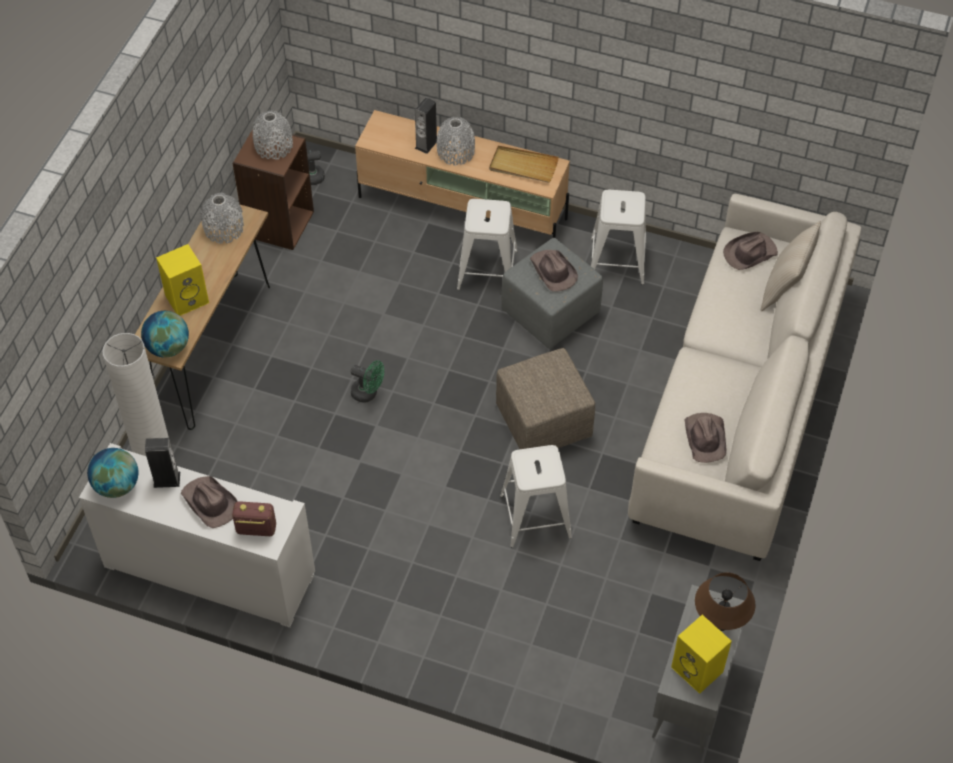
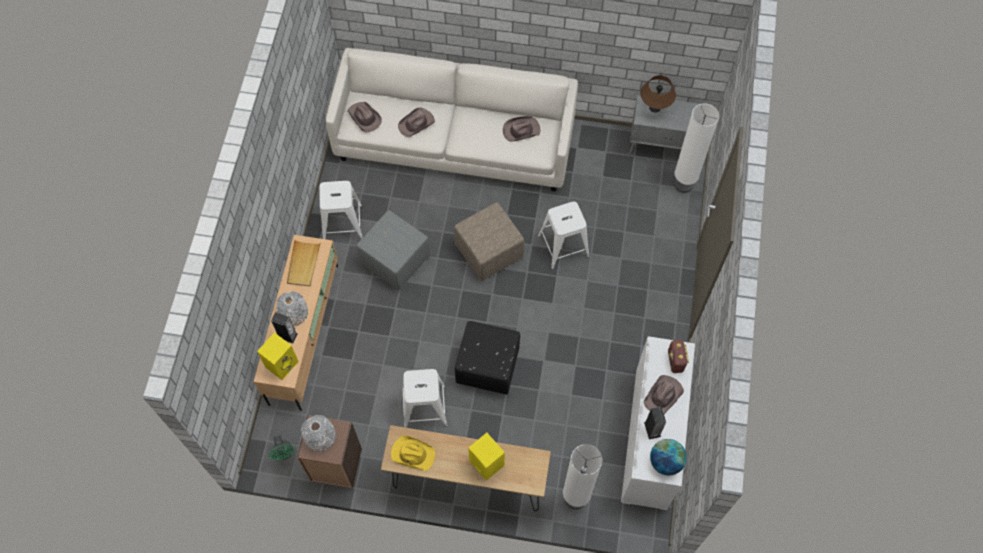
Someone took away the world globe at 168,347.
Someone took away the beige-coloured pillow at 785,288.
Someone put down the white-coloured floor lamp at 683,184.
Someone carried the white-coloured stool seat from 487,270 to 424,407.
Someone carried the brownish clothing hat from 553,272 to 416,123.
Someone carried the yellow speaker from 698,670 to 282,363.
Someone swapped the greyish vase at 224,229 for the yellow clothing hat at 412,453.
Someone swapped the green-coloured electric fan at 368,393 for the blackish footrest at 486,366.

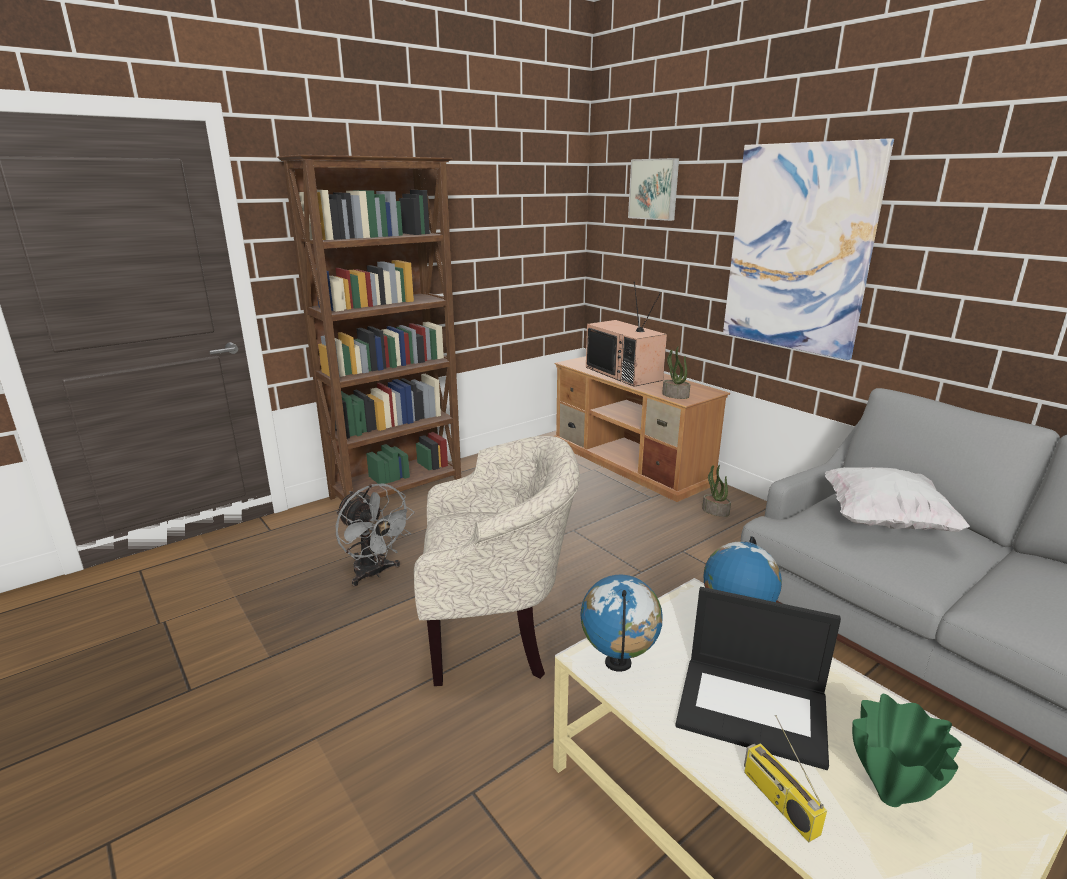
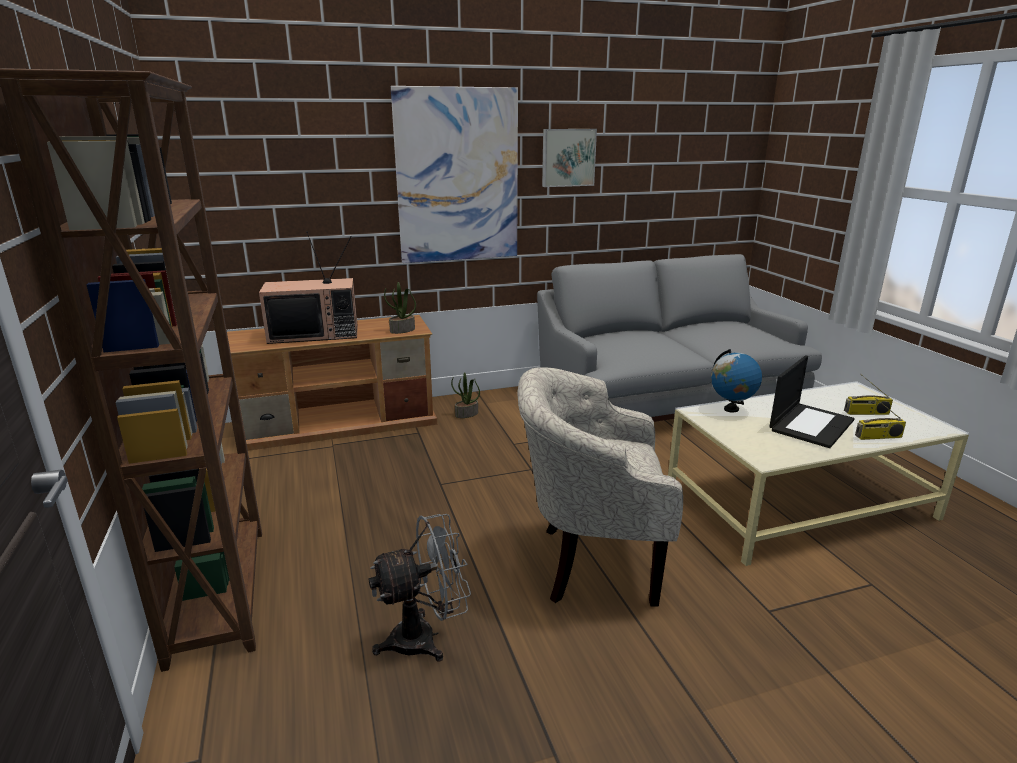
Someone took away the world globe at 618,663.
Someone took away the white-coloured pillow at 884,521.
Someone carried the wall art from 654,189 to 568,157.
Someone swapped the green-coloured vase at 888,795 for the radio at 866,413.
Someone rotated the beige-coloured lounge chair at 497,638 by 105 degrees counterclockwise.

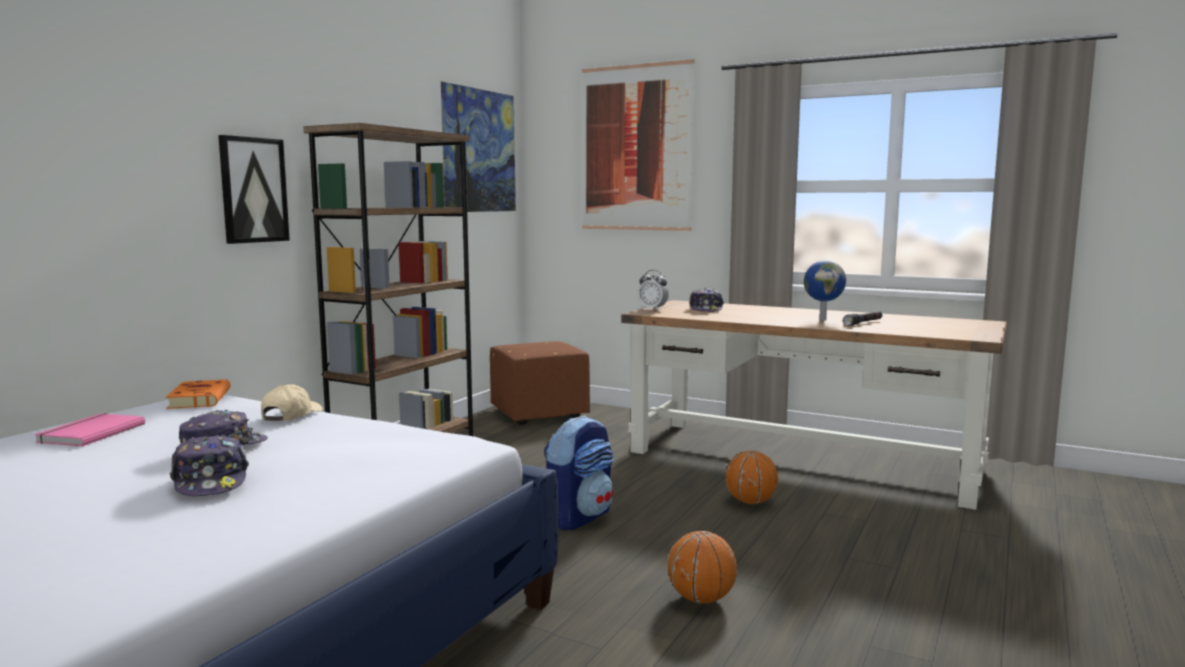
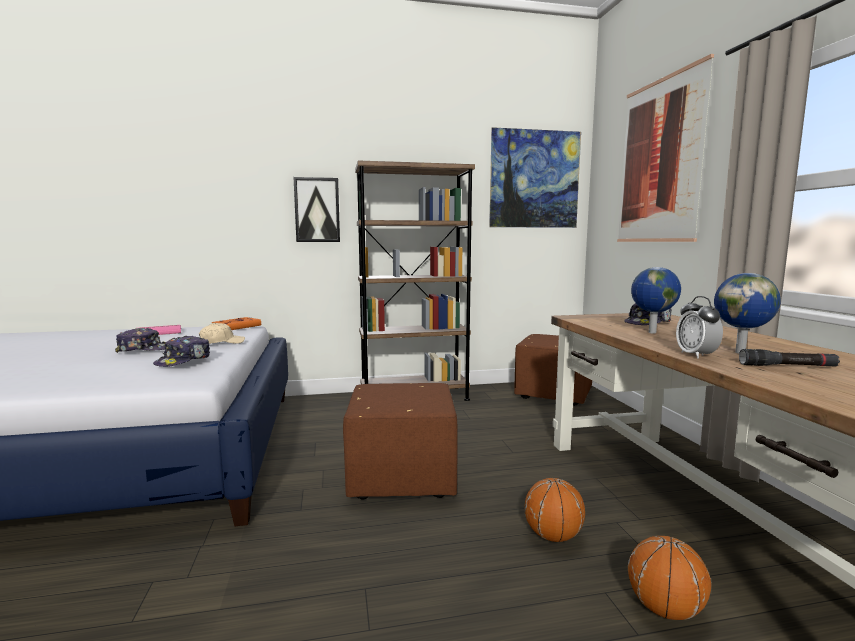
Someone put down the world globe at 651,332.
Someone carried the cap from 211,481 to 184,361.
Someone carried the bedside clock from 653,309 to 696,355.
Someone carried the basketball ball from 701,599 to 665,609.
Someone swapped the knapsack at 579,517 for the brownish footrest at 402,477.

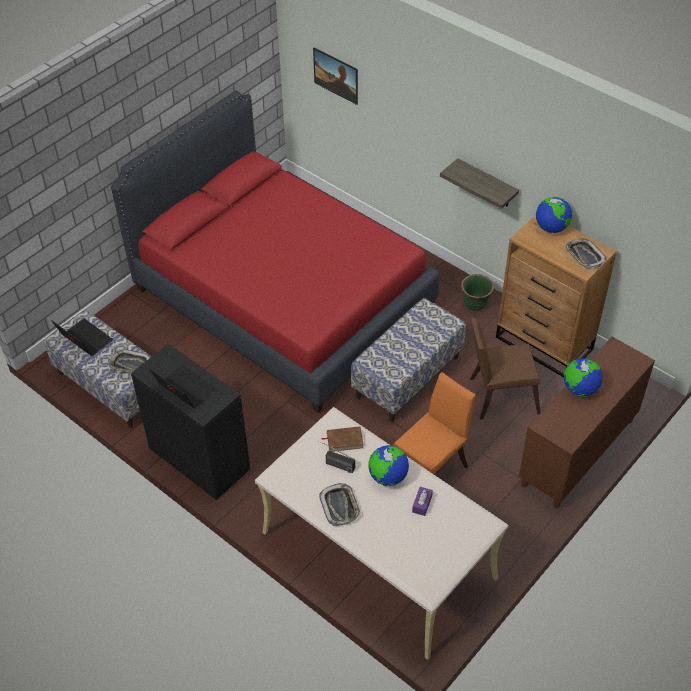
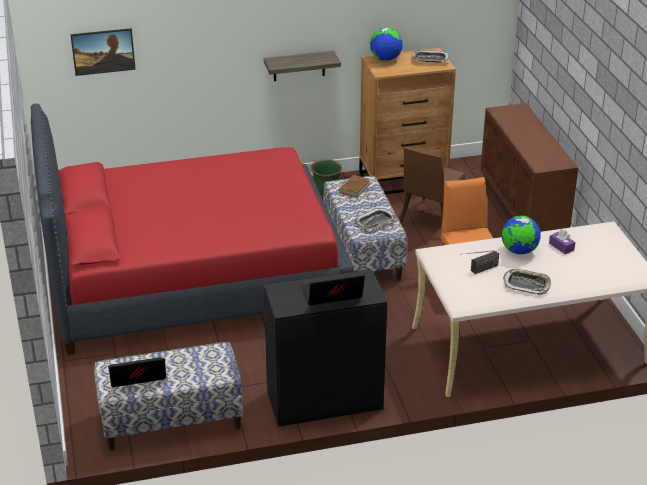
Someone took away the world globe at 580,389.
Someone carried the serving tray from 130,364 to 375,222.
Someone carried the brownish book from 344,440 to 354,188.

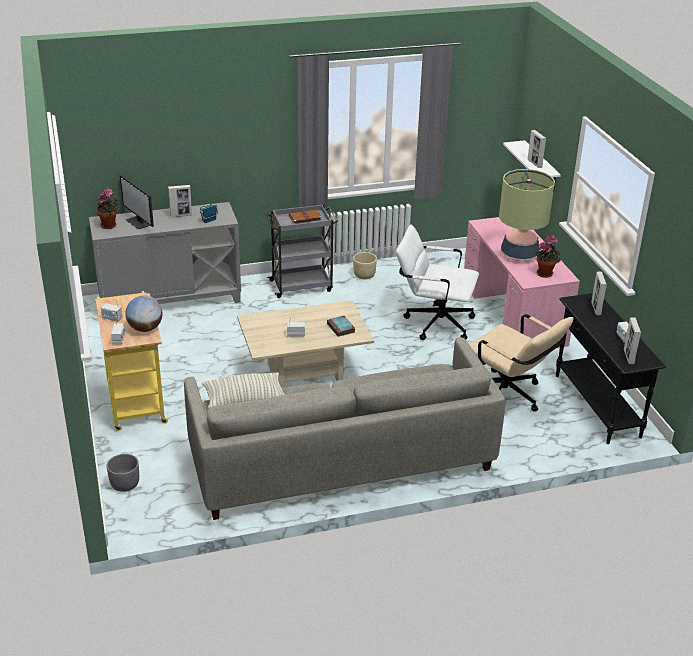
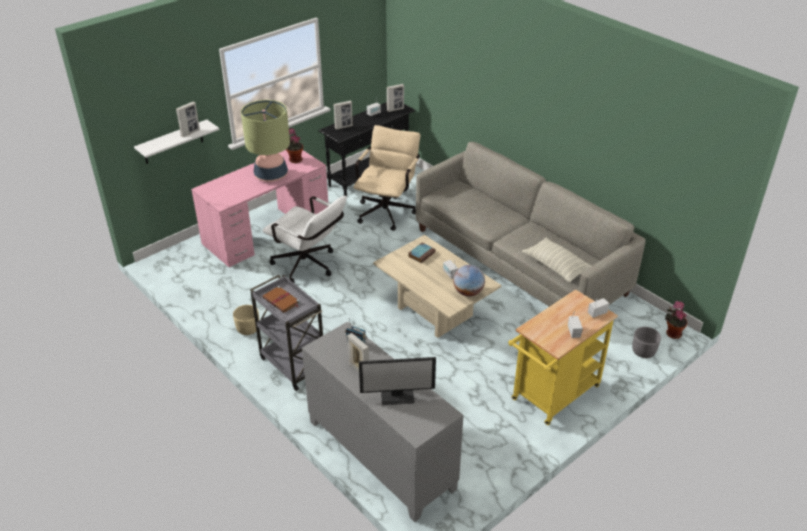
Someone carried the houseplant from 110,225 to 672,333.
Someone carried the world globe from 145,328 to 468,292.
Someone rotated the monitor at 139,222 by 60 degrees clockwise.
Someone rotated the white-coloured desk chair at 433,322 by 45 degrees counterclockwise.

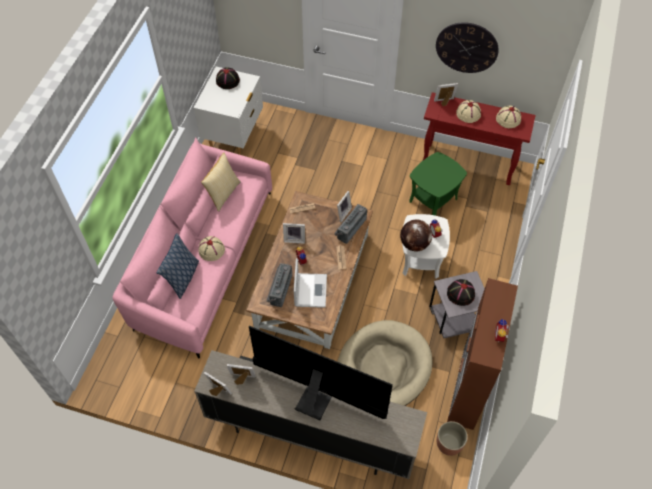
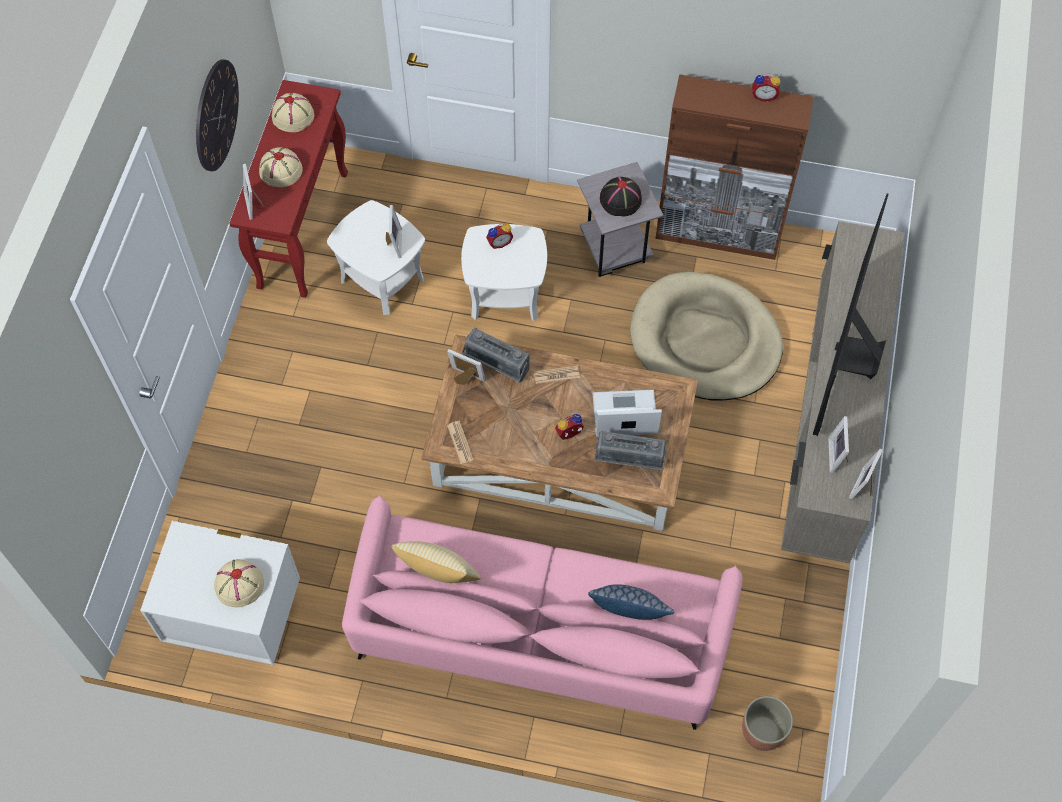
Someone took away the blackish clothing hat at 228,80.
Someone took away the world globe at 414,244.
Someone carried the beige-coloured clothing hat from 211,250 to 239,585.
Someone carried the picture frame from 294,239 to 393,243.
Someone carried the plant pot from 449,443 to 762,731.
Someone repainted the green-coloured accent table at 433,200, which became the white-coloured accent table at 382,280.

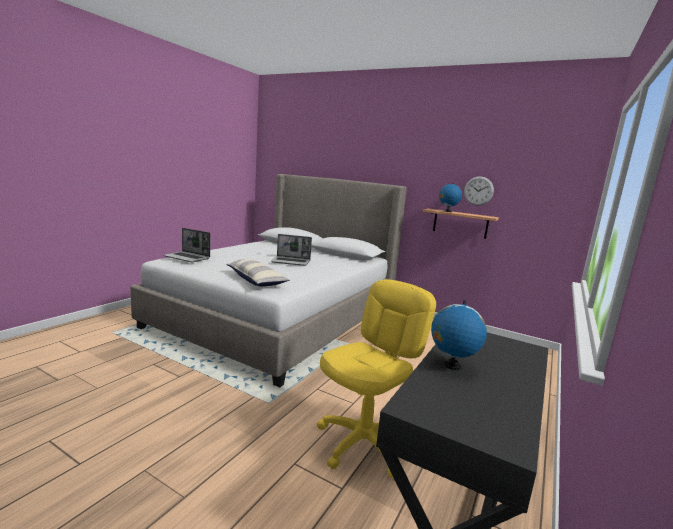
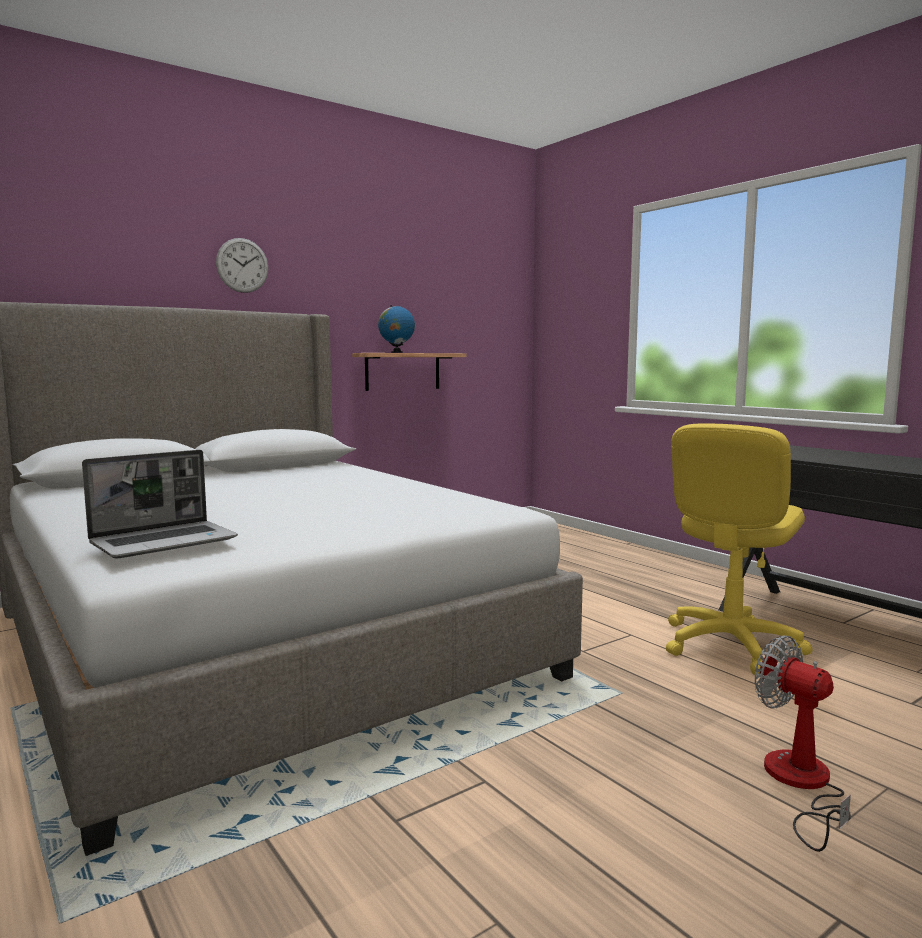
Someone took away the pillow at 256,280.
Someone took away the notebook computer at 291,262.
Someone took away the world globe at 452,366.
Someone put down the electric fan at 801,785.
Someone carried the wall clock from 478,191 to 242,265.
Someone rotated the yellow desk chair at 364,443 by 120 degrees counterclockwise.

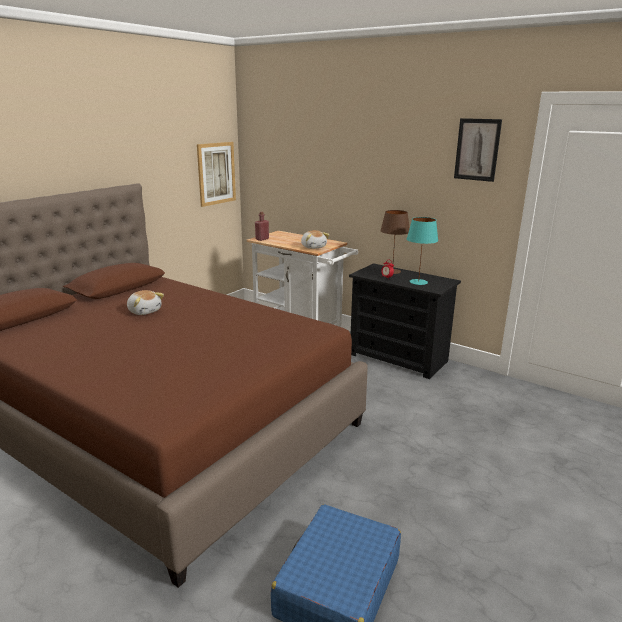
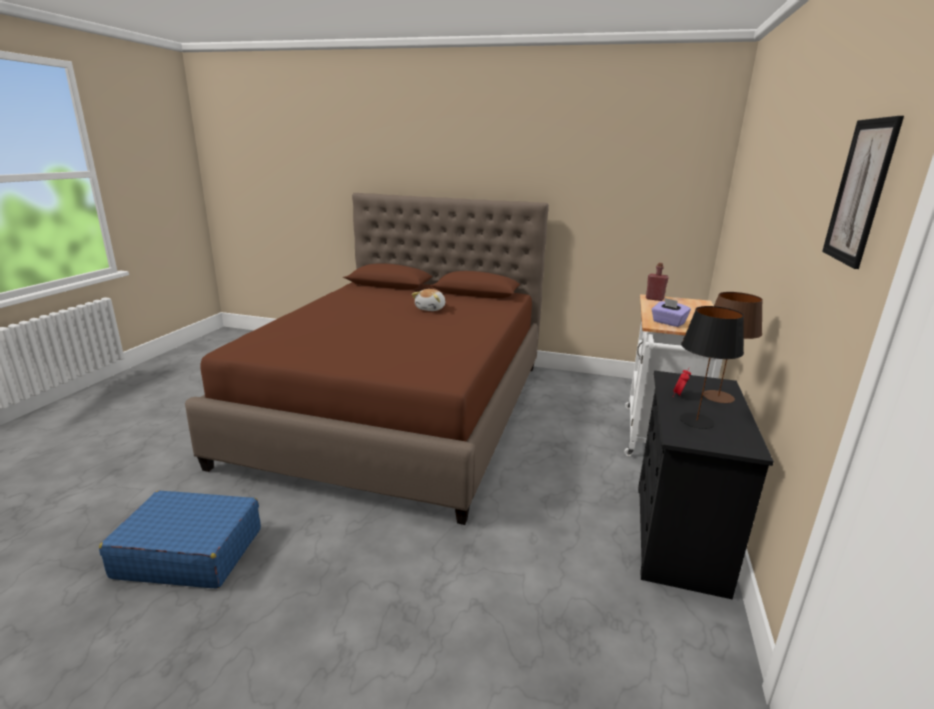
Someone took away the wall art at 216,173.
Someone swapped the soft toy at 313,247 for the purple box of tissues at 668,323.
Someone repainted the turquoise table lamp at 418,282, which became the blackish table lamp at 696,420.

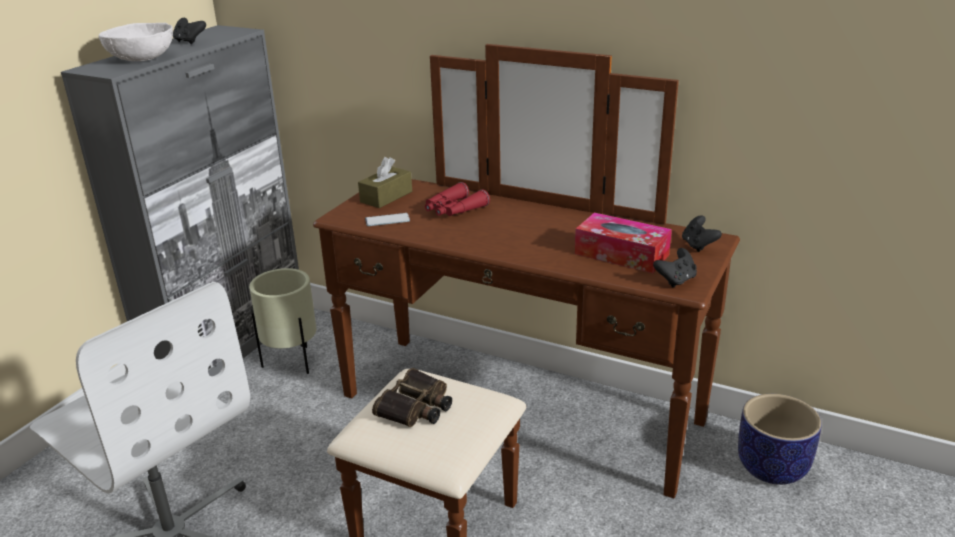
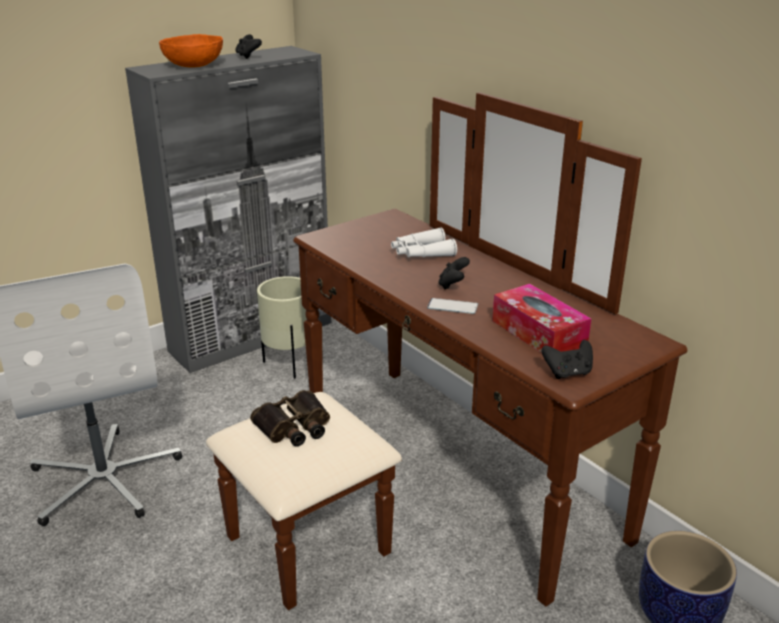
Someone took away the brownish box of tissues at 386,197.
Someone carried the telephone from 387,220 to 452,306.
Someone carried the blackish joypad from 698,246 to 452,285.
Someone repainted the white-coloured serving bowl at 142,58, which became the orange serving bowl at 194,65.
Someone repainted the red-coloured pair of binoculars at 453,210, which became the white-coloured pair of binoculars at 421,253.

